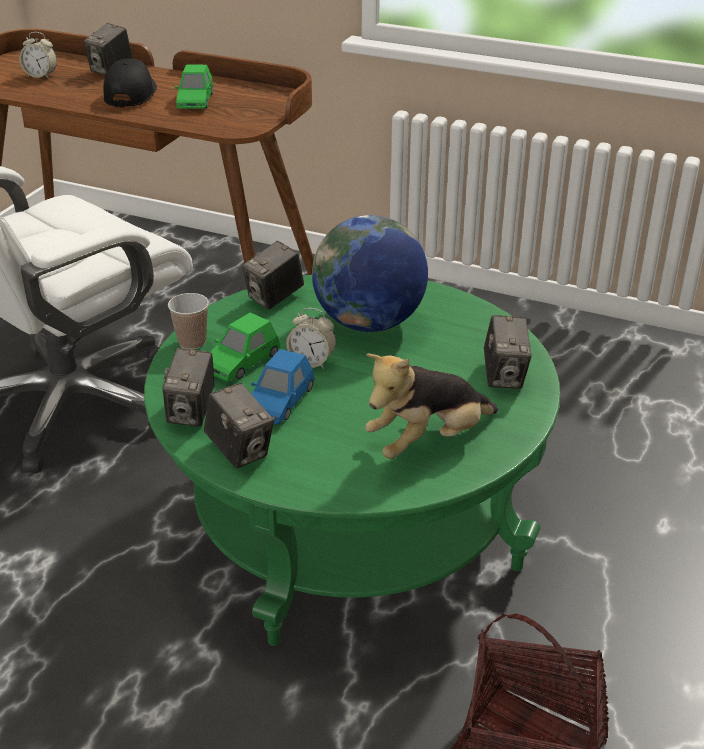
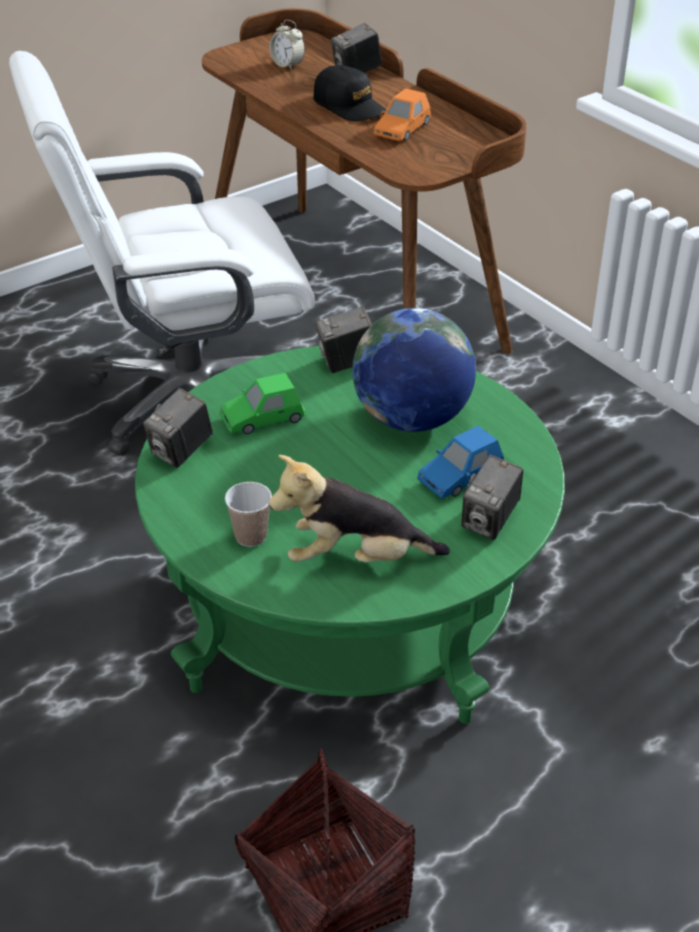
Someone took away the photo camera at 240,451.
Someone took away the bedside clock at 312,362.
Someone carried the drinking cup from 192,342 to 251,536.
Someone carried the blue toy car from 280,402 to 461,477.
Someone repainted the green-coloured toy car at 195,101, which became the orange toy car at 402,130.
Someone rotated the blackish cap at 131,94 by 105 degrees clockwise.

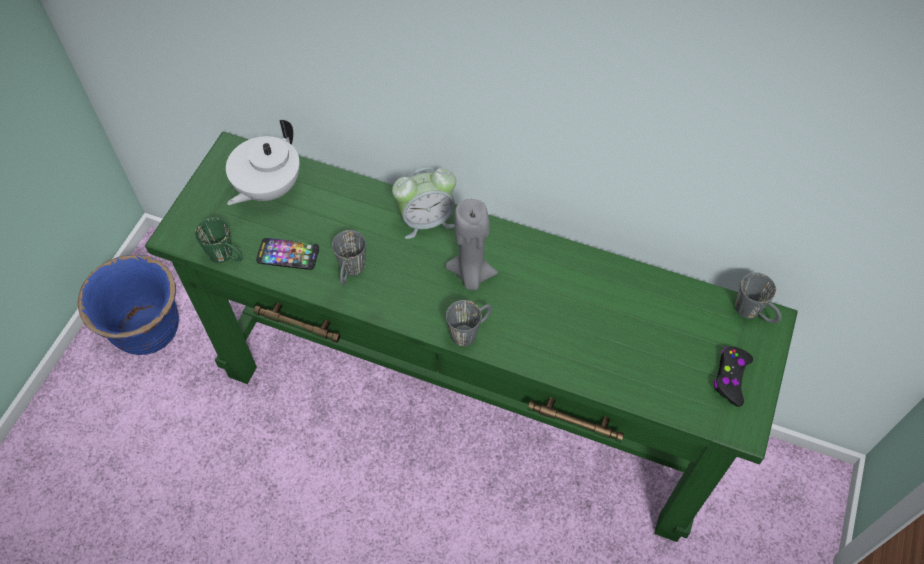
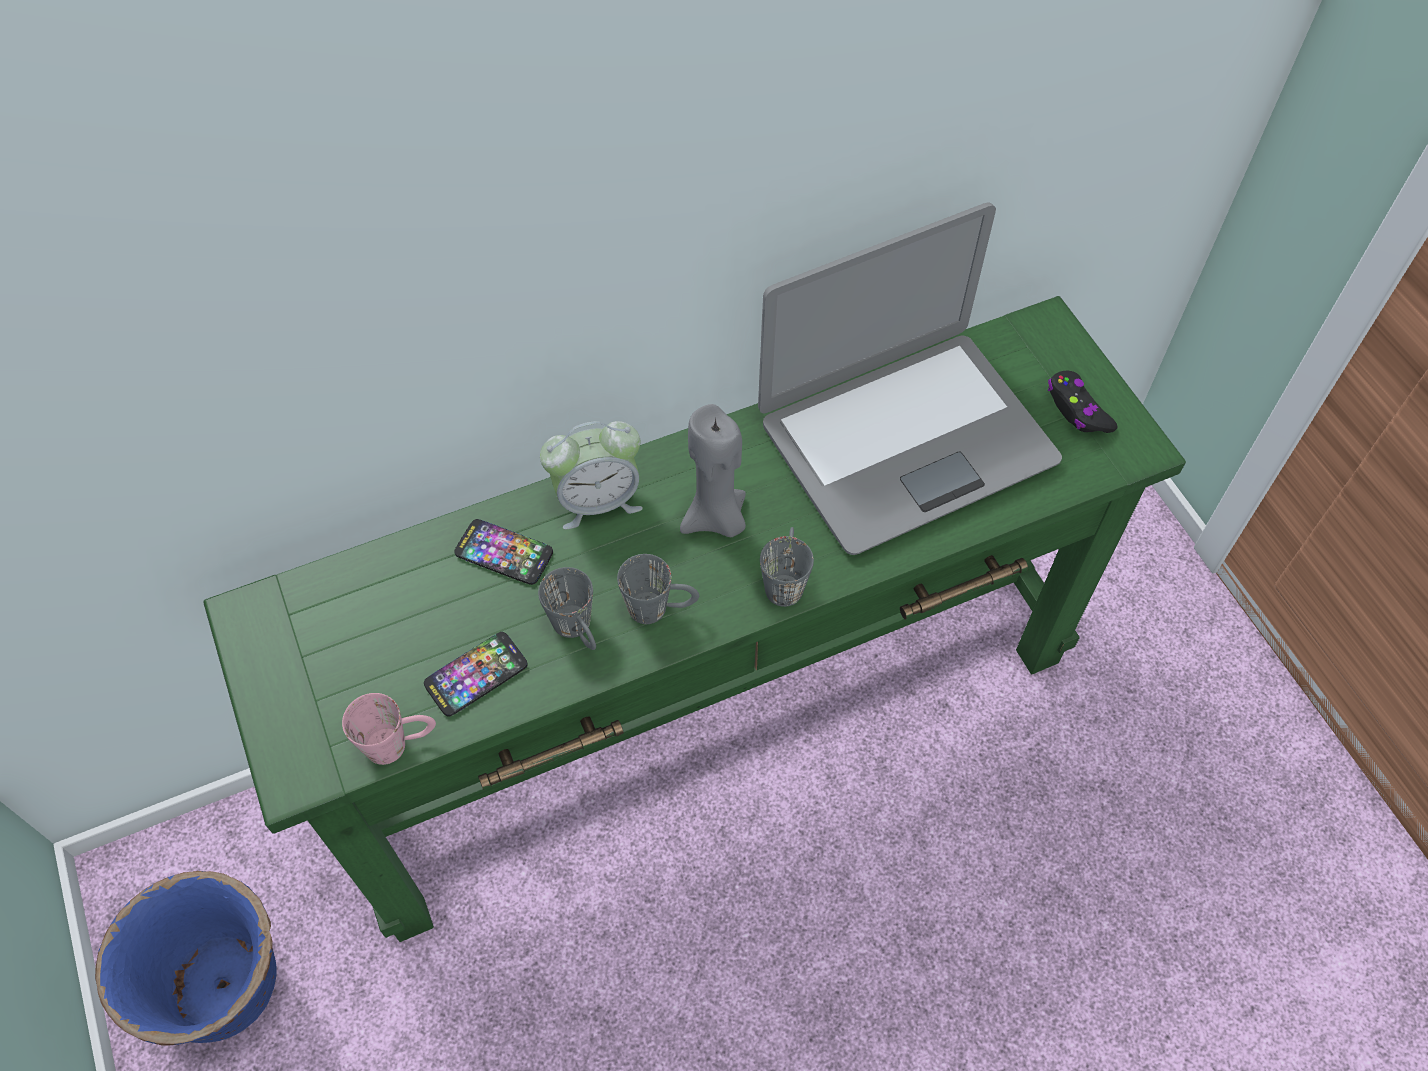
Someone took away the white-coloured pot for tea at 268,188.
Someone put down the telephone at 504,553.
Someone put down the notebook computer at 905,440.
Someone carried the greyish coffee mug from 754,313 to 660,608.
Someone repainted the green-coloured coffee mug at 227,256, which became the pink-coloured coffee mug at 399,742.
Someone rotated the bedside clock at 426,221 by 45 degrees clockwise.

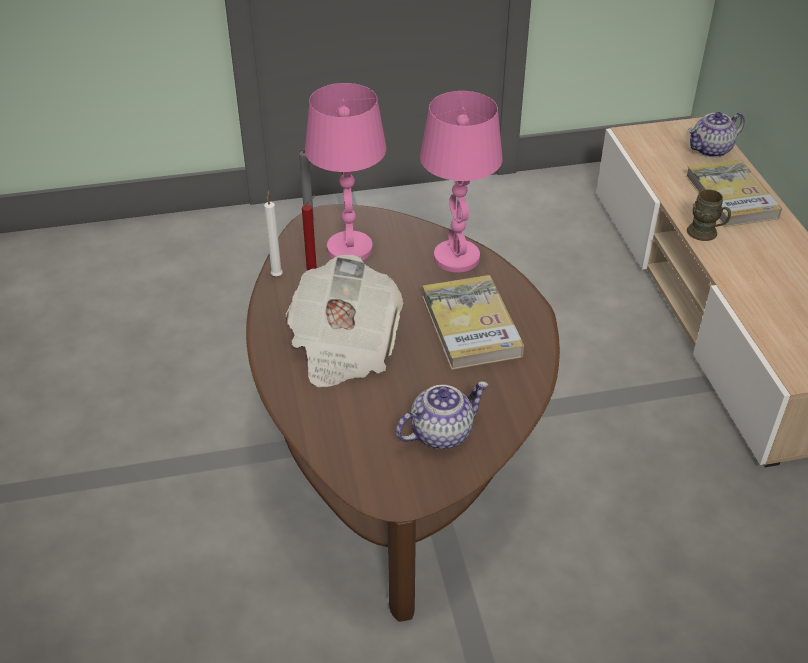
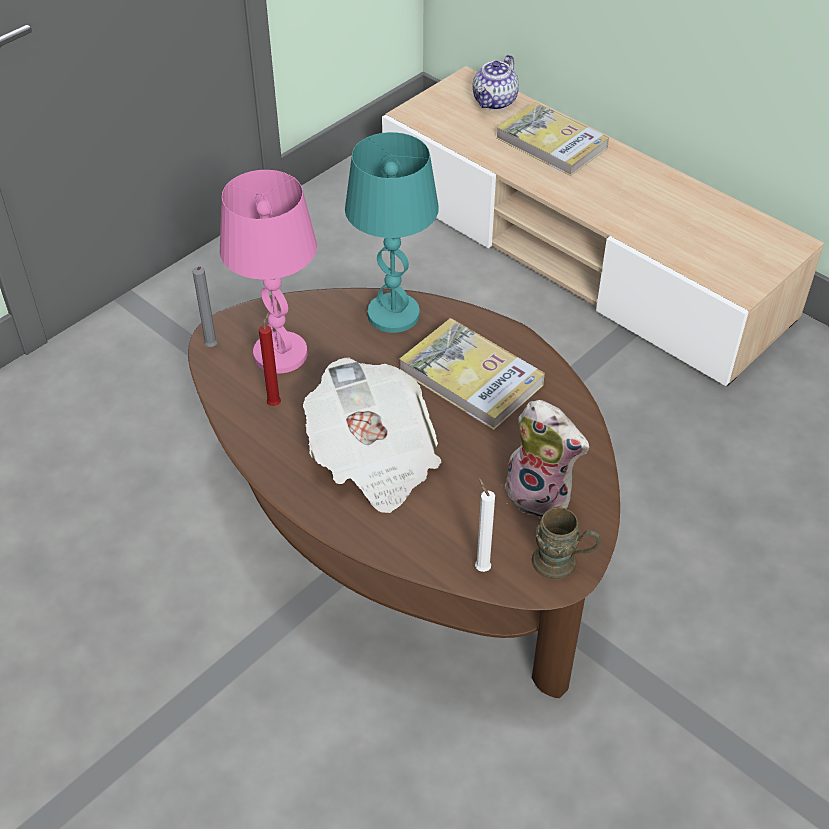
Someone carried the white-coloured wax candle from 277,275 to 481,567.
Someone carried the brownish coffee mug from 706,235 to 563,563.
Someone swapped the pot for tea at 441,432 for the soft toy at 541,495.
Someone repainted the pink-coloured table lamp at 456,257, which became the turquoise table lamp at 392,314.

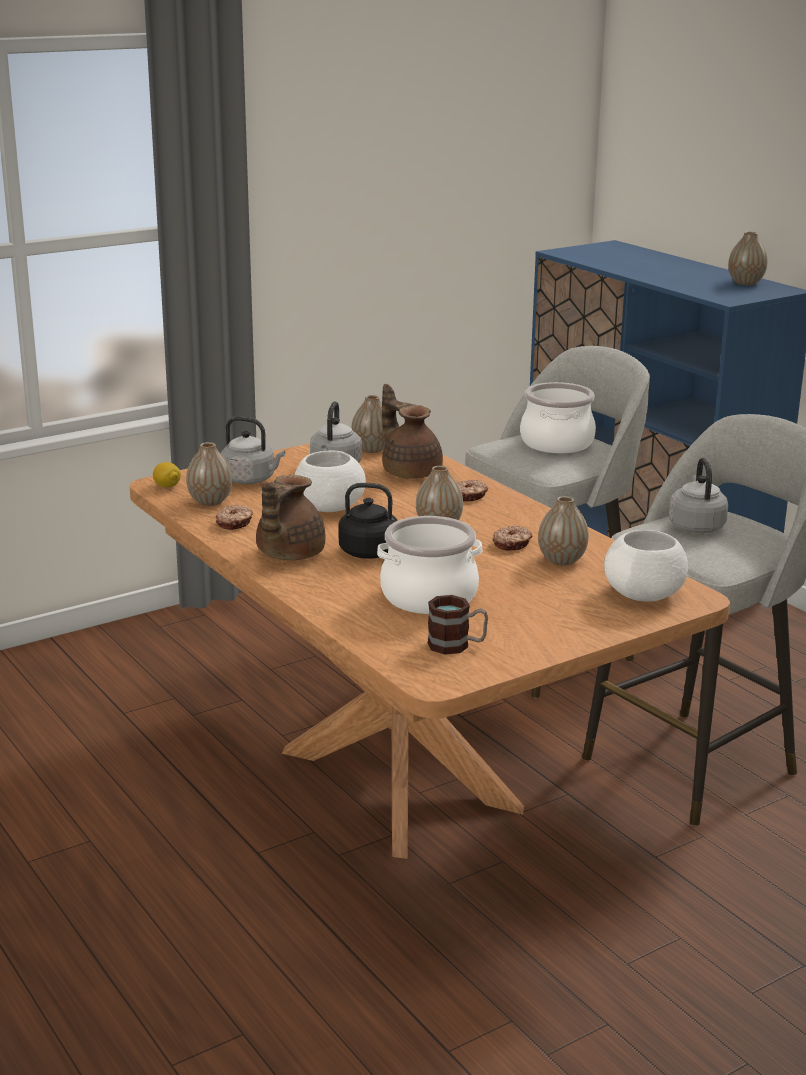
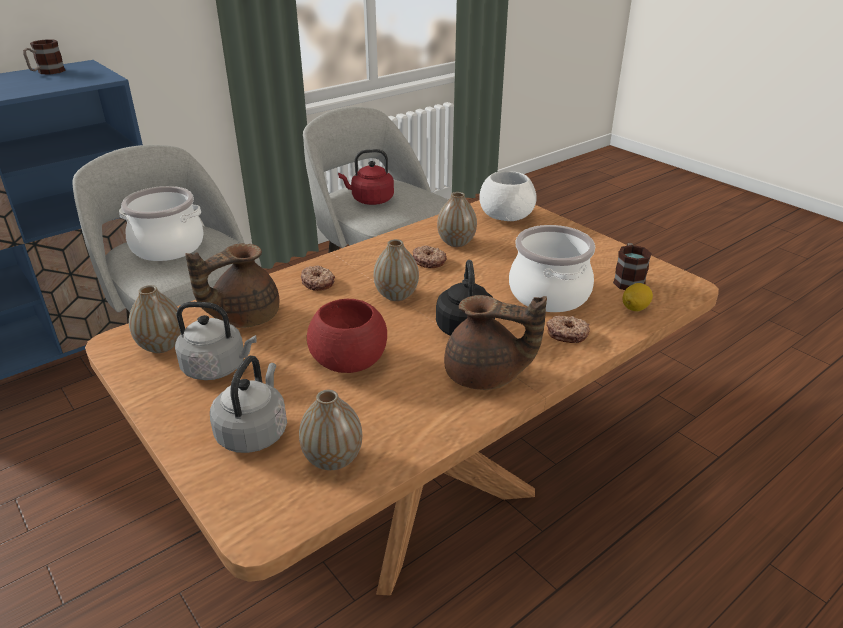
Someone carried the citrus fruit from 167,486 to 635,308.
Someone carried the doughnut from 235,523 to 567,334.
Someone swapped the vase at 745,283 for the coffee mug at 47,72.
Someone repainted the white-coloured serving bowl at 328,507, which became the red-coloured serving bowl at 349,362.
Someone repainted the greyish kettle at 696,526, which became the red-coloured kettle at 370,200.

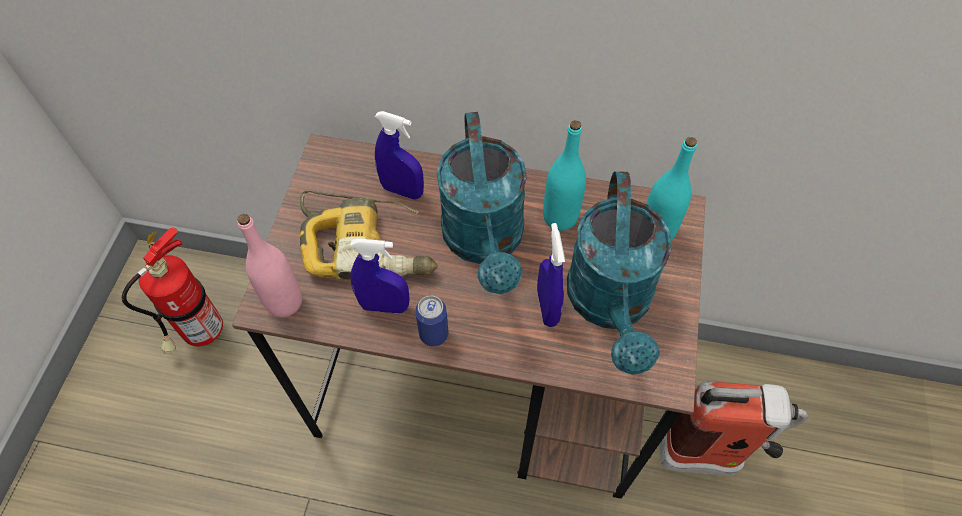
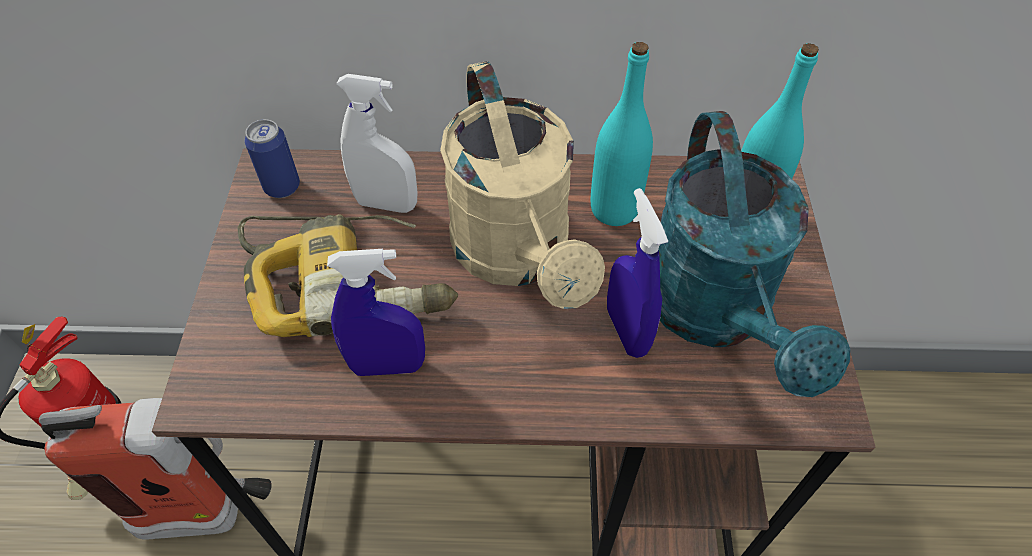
Someone took away the pink-coloured drink bottle at 284,302.
Someone carried the can from 434,334 to 282,187.
Someone carried the fire extinguisher from 713,456 to 212,511.
Someone repainted the blue hand sprayer at 402,190, which became the white-coloured hand sprayer at 386,204.
Someone repainted the turquoise watering can at 485,242, which became the beige-coloured watering can at 518,256.

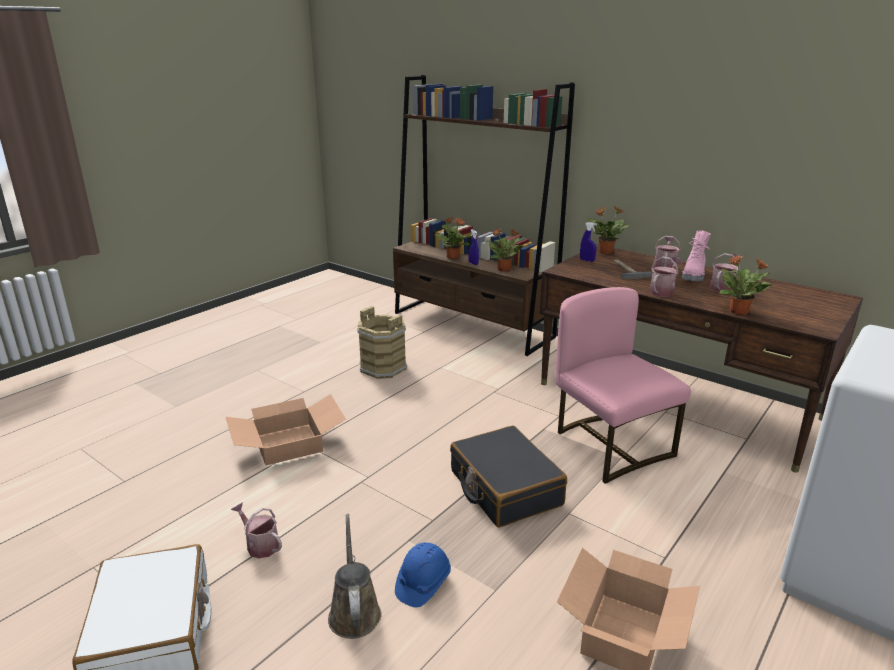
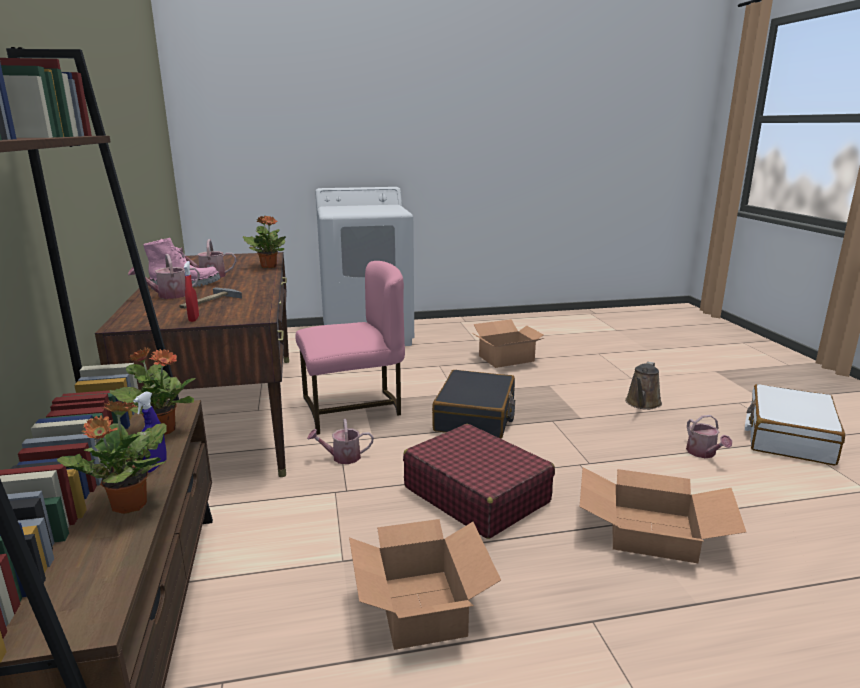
Someone took away the blue safety helmet at 422,583.
Someone took away the houseplant at 605,252.
Someone put down the red-coloured travel case at 476,494.
Someone carried the watering can from 663,291 to 342,457.
Someone swapped the brownish water bucket at 383,367 for the packing box at 420,609.
Someone repainted the blue hand sprayer at 587,260, which became the red-coloured hand sprayer at 194,319.
Someone rotated the pink-coloured plain chair at 609,445 by 120 degrees counterclockwise.

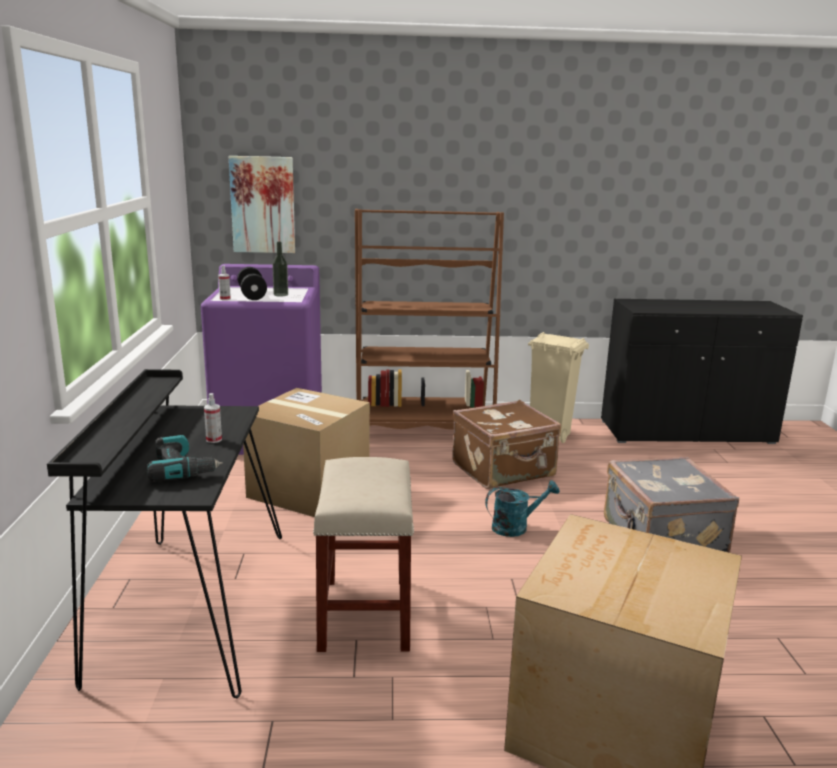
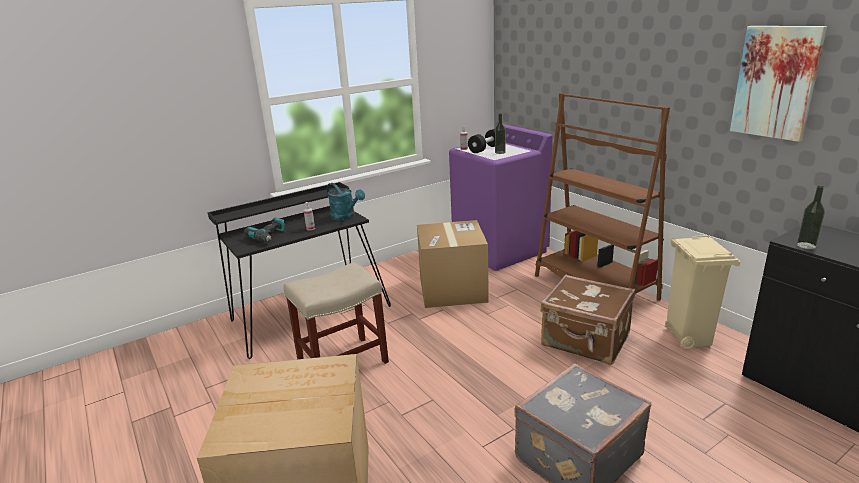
Someone put down the drink bottle at 806,245.
Someone carried the wall art from 263,205 to 776,82.
Someone carried the turquoise watering can from 516,527 to 346,217.

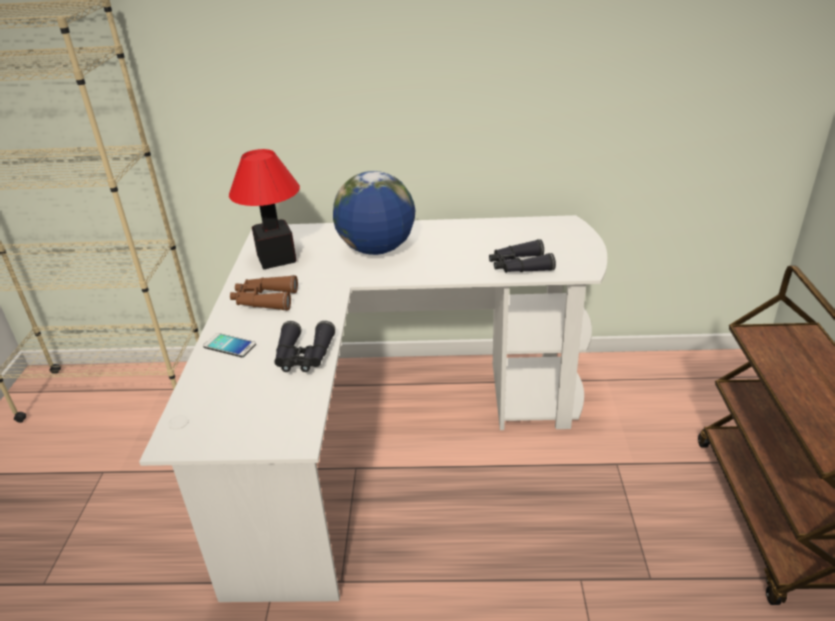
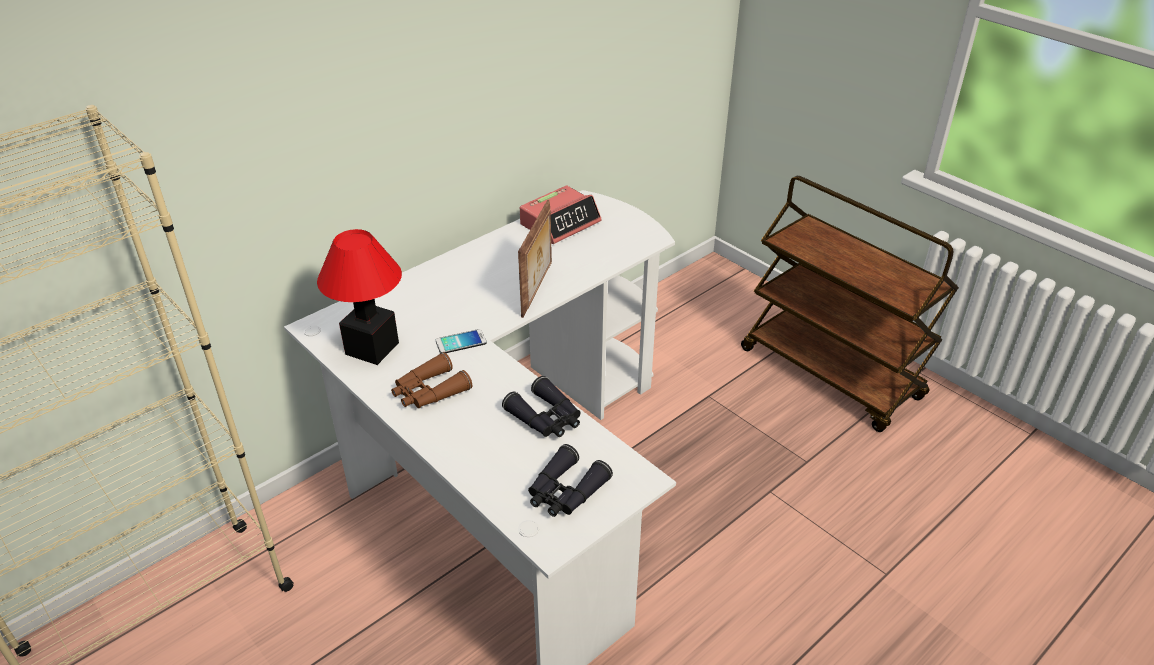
Someone took away the world globe at 377,249.
Someone put down the picture frame at 538,289.
Someone put down the bedside clock at 560,223.
Someone carried the telephone from 229,346 to 461,342.
Someone carried the blackish pair of binoculars from 519,266 to 565,492.

